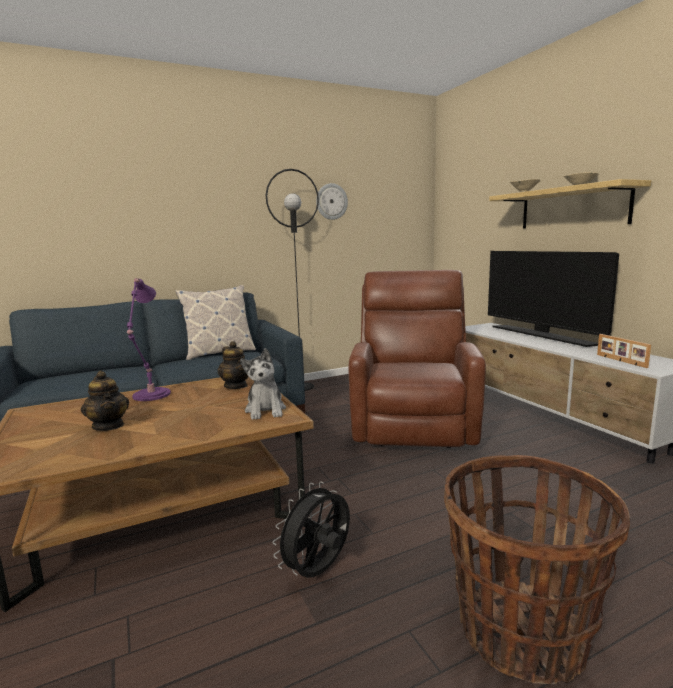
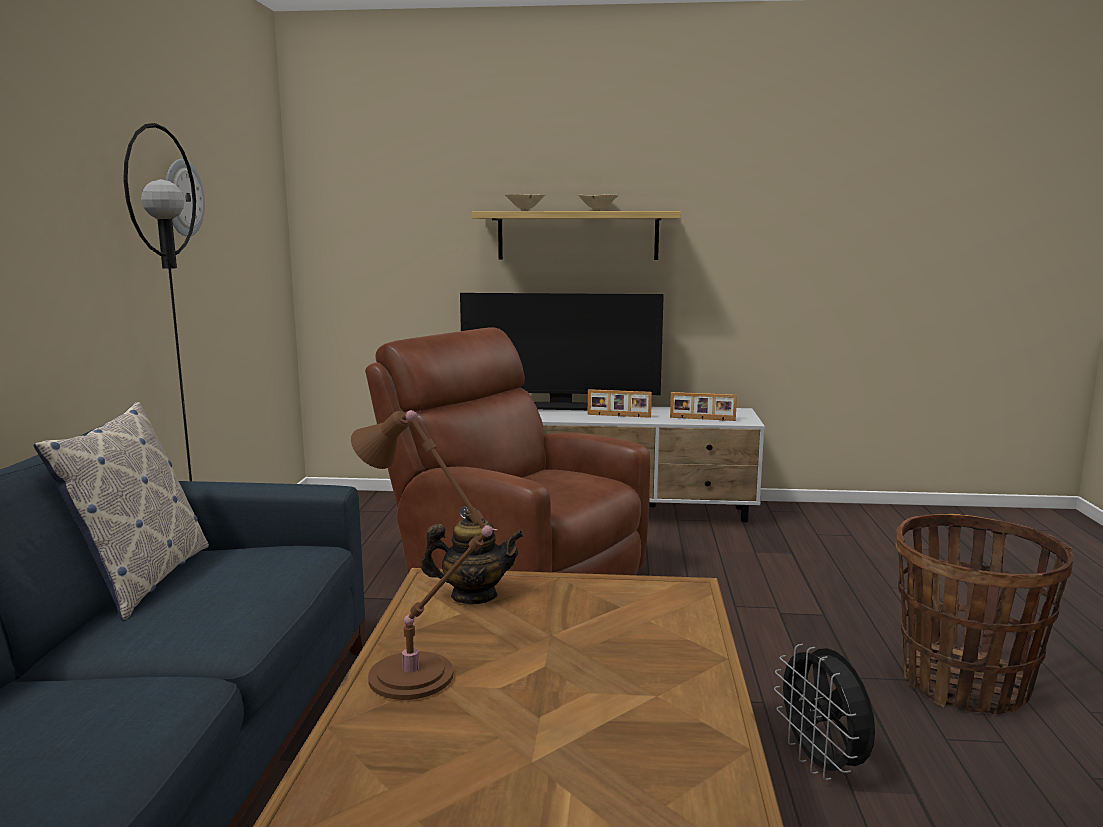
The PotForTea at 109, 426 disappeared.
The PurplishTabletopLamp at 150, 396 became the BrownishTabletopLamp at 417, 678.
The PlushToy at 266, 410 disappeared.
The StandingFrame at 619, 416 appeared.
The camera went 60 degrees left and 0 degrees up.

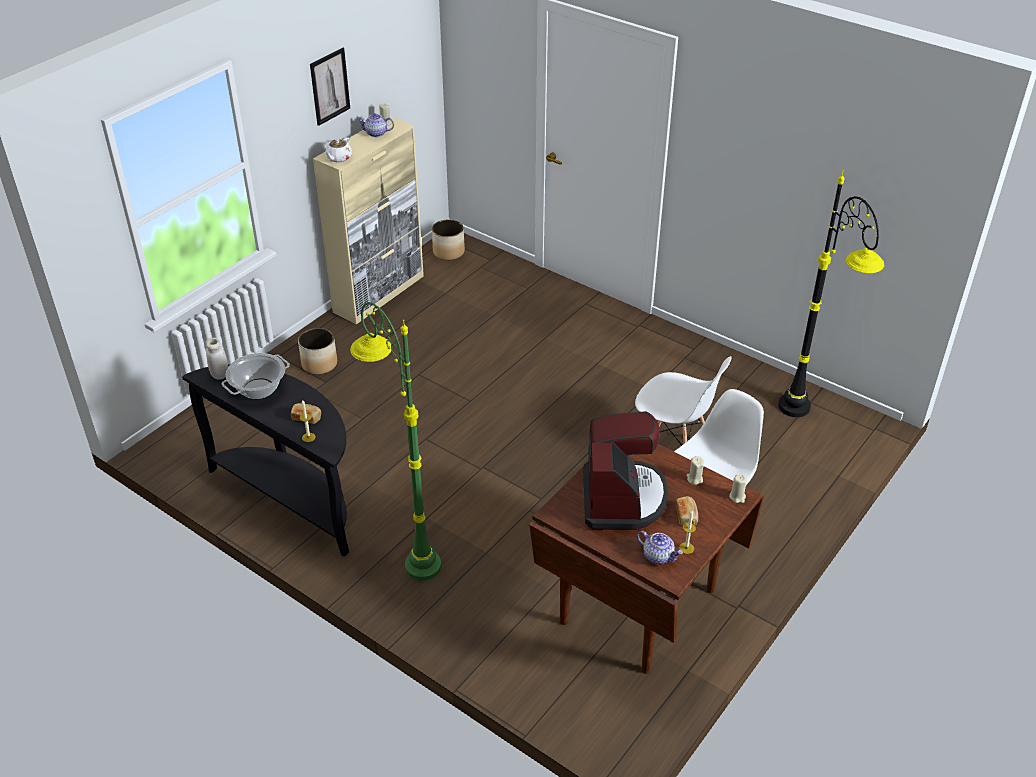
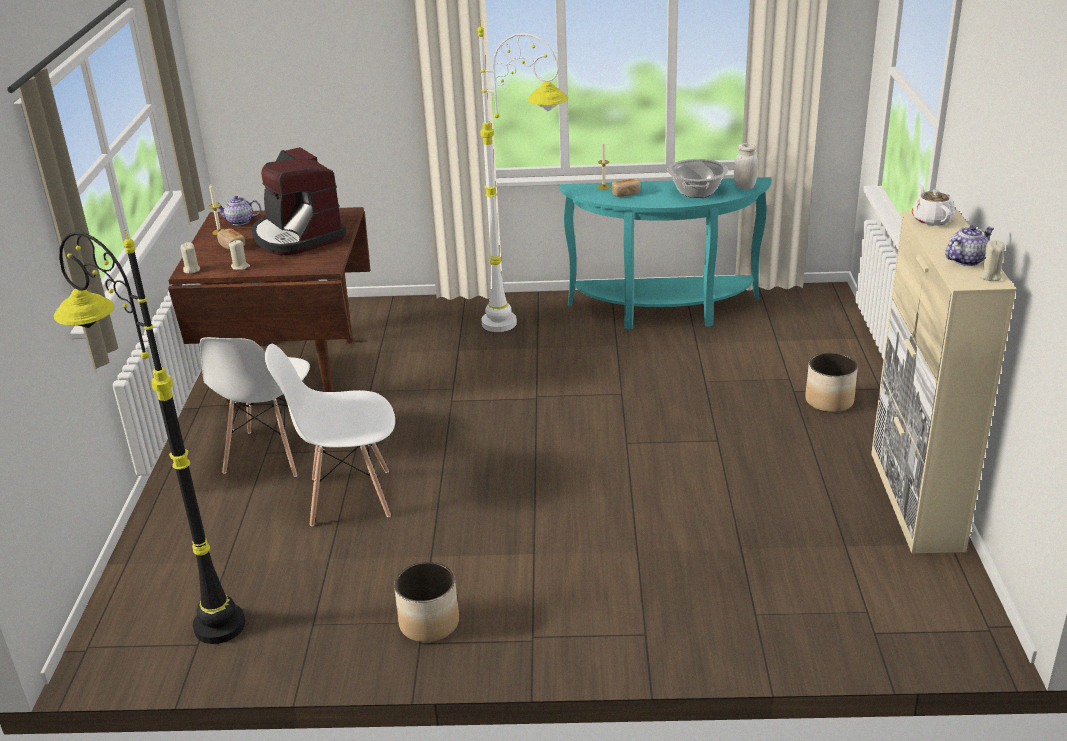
The BlackNarrowTable at 293, 498 became the TurquoiseColouredNarrowTable at 664, 313.
The WallArt at 330, 86 disappeared.
The GreenishFloorLamp at 406, 547 became the WhitishFloorLamp at 528, 326.
The FlowerPot moved from 449, 252 to 428, 623.
The camera went 145 degrees right and 10 degrees down.

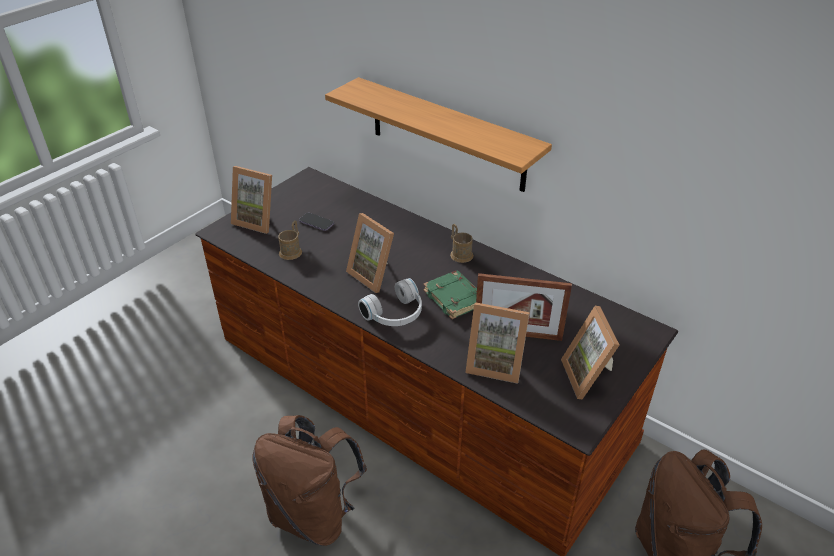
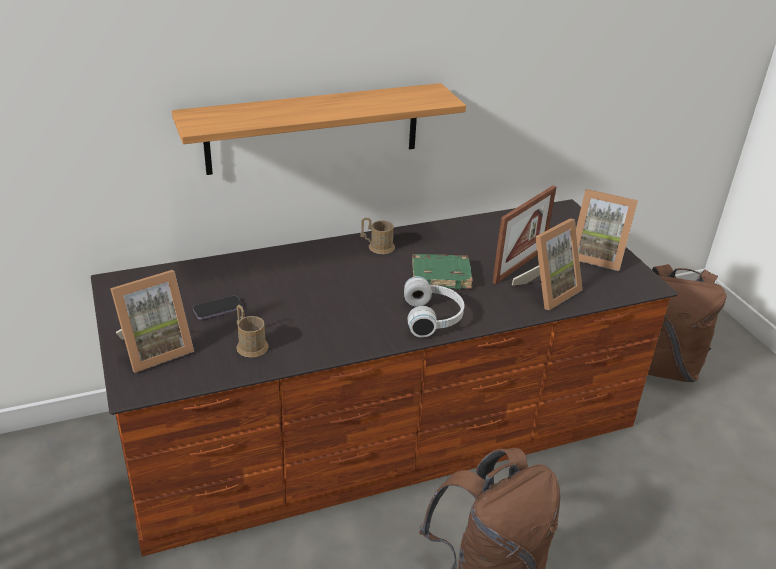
The StandingFrame at 375, 274 disappeared.
The camera went 60 degrees left and 5 degrees down.

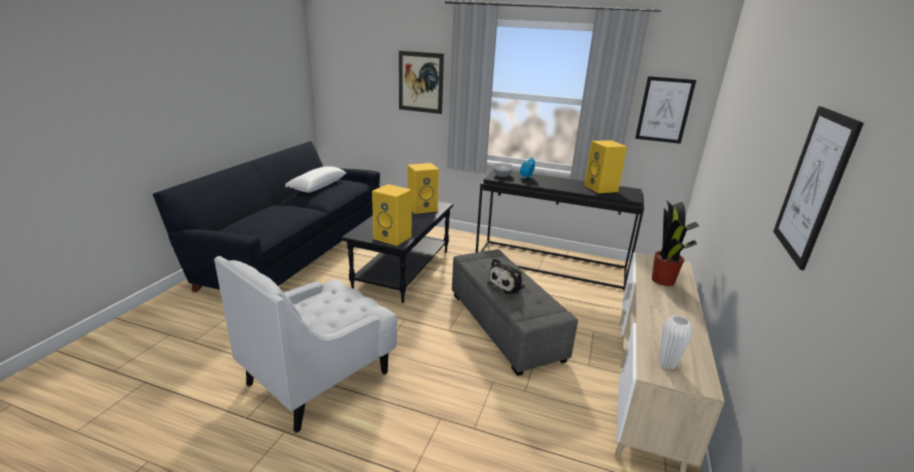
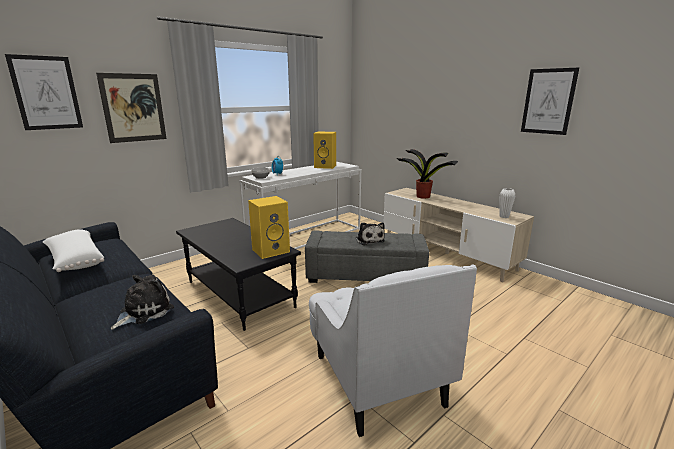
The YellowishAudioSpeaker at 422, 208 disappeared.
The BlackNarrowTable at 551, 264 became the WhitishNarrowTable at 306, 237.
The WallArt moved from 664, 110 to 46, 93.
The PlushToy at 143, 311 appeared.
The camera went 60 degrees left and 5 degrees down.

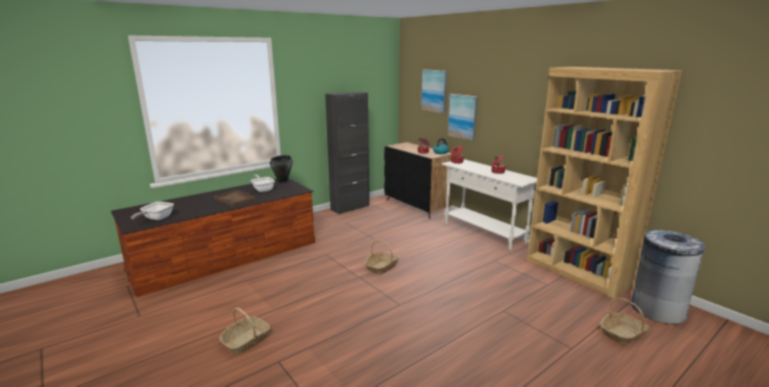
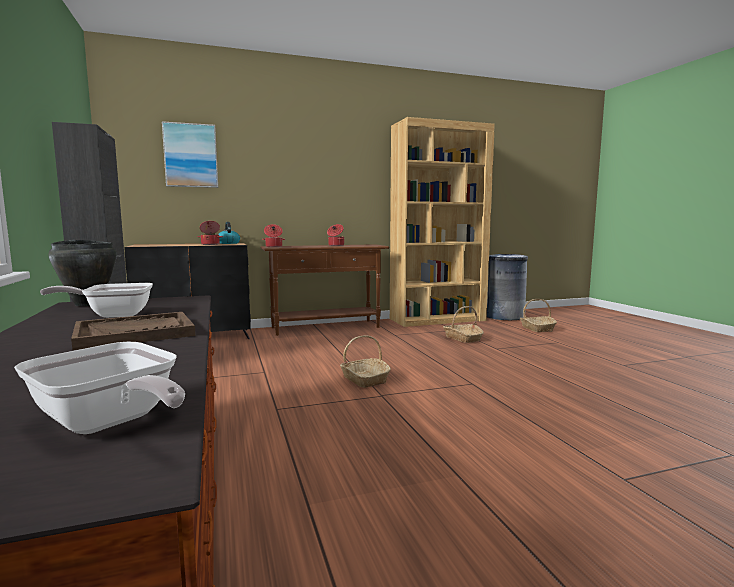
The StorageBasket moved from 246, 341 to 463, 338.
The WhitishNarrowTable at 484, 233 became the BrownishNarrowTable at 326, 327.
The WallArt at 463, 116 disappeared.
The camera went 70 degrees left and 10 degrees down.

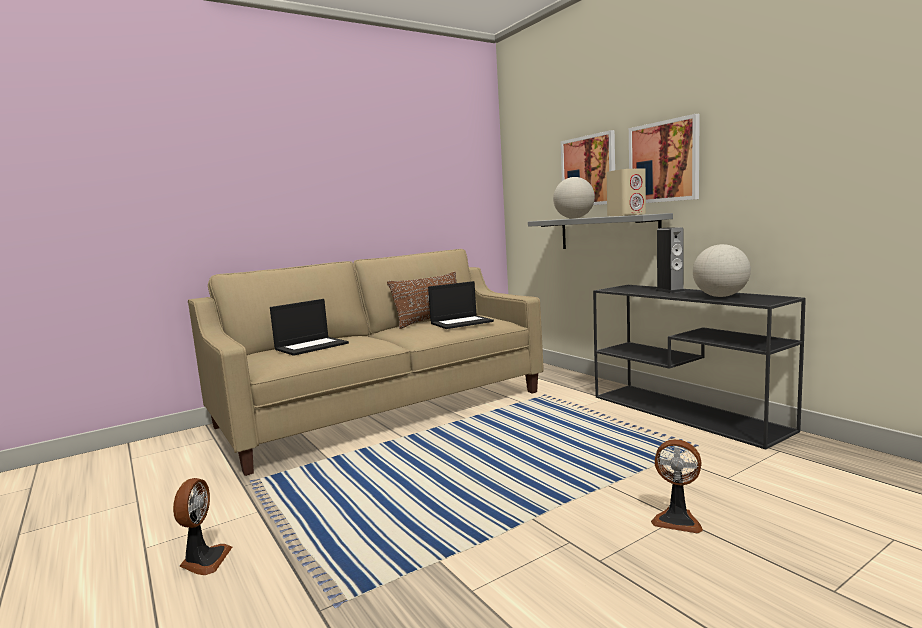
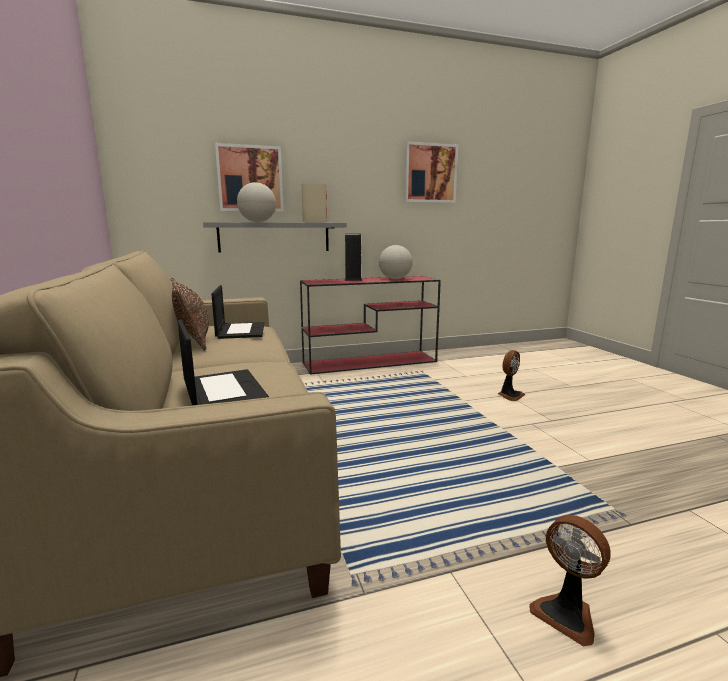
The Fan at 204, 560 turned 150 degrees counterclockwise.
The BlackNarrowTable at 688, 413 became the RedNarrowTable at 371, 362.
The WallArt moved from 664, 162 to 430, 173.
The camera went 75 degrees left and 5 degrees up.

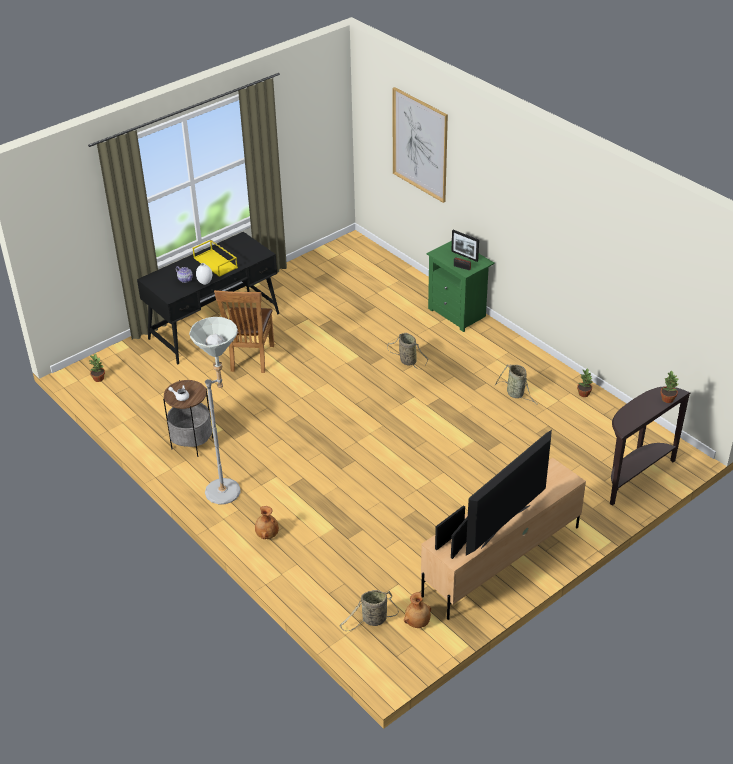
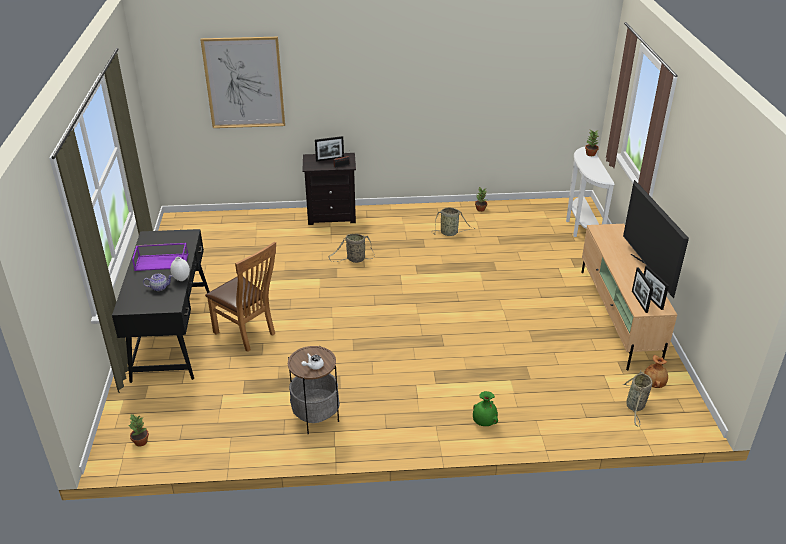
The GreyishFloorLamp at 230, 489 disappeared.
The YellowishTray at 216, 263 became the PurplishTray at 162, 262.
The BrownishFlowerVase at 266, 534 became the GreenishFlowerVase at 484, 422.
The GreenishBedsideTable at 458, 313 became the BlackBedsideTable at 332, 215.
The BrownishNarrowTable at 634, 476 became the WhitishNarrowTable at 581, 228.
The camera went 55 degrees left and 5 degrees down.

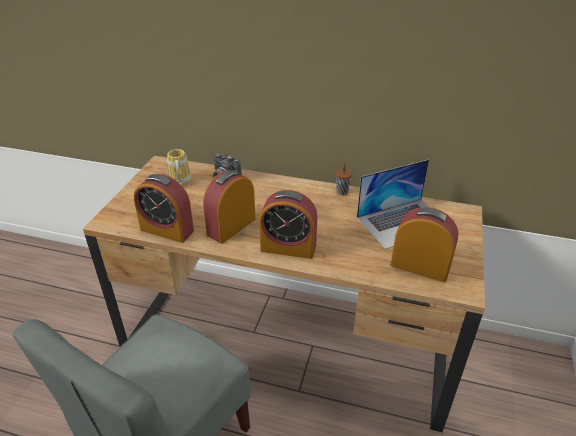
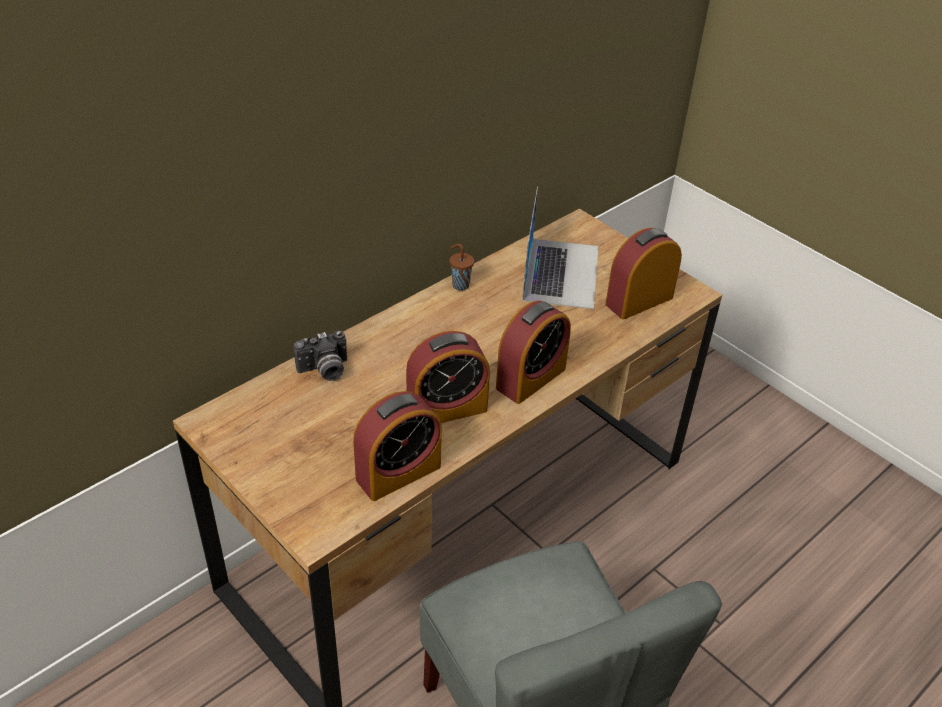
The TeaMug at 179, 182 disappeared.
The AlarmClock at 231, 227 turned 90 degrees counterclockwise.
The camera went 60 degrees left and 5 degrees up.

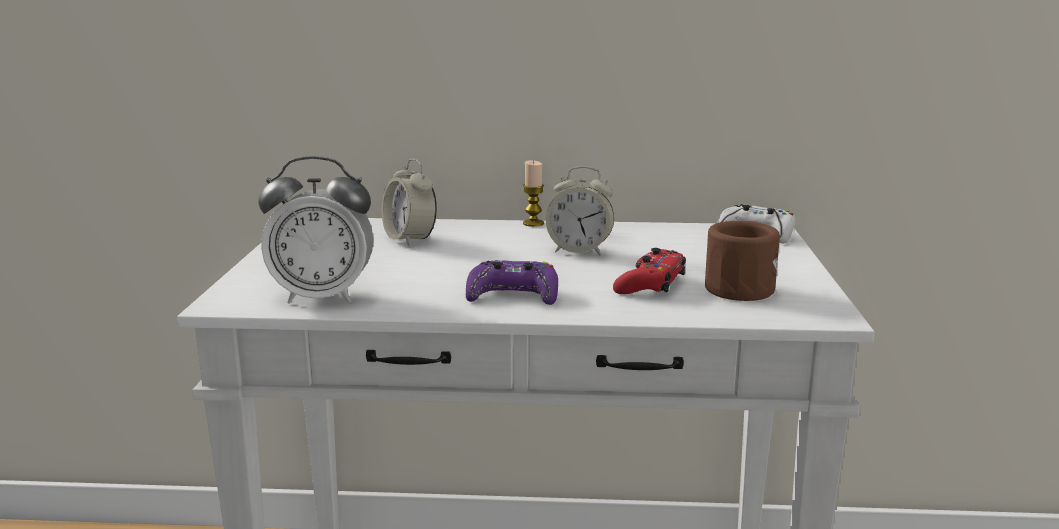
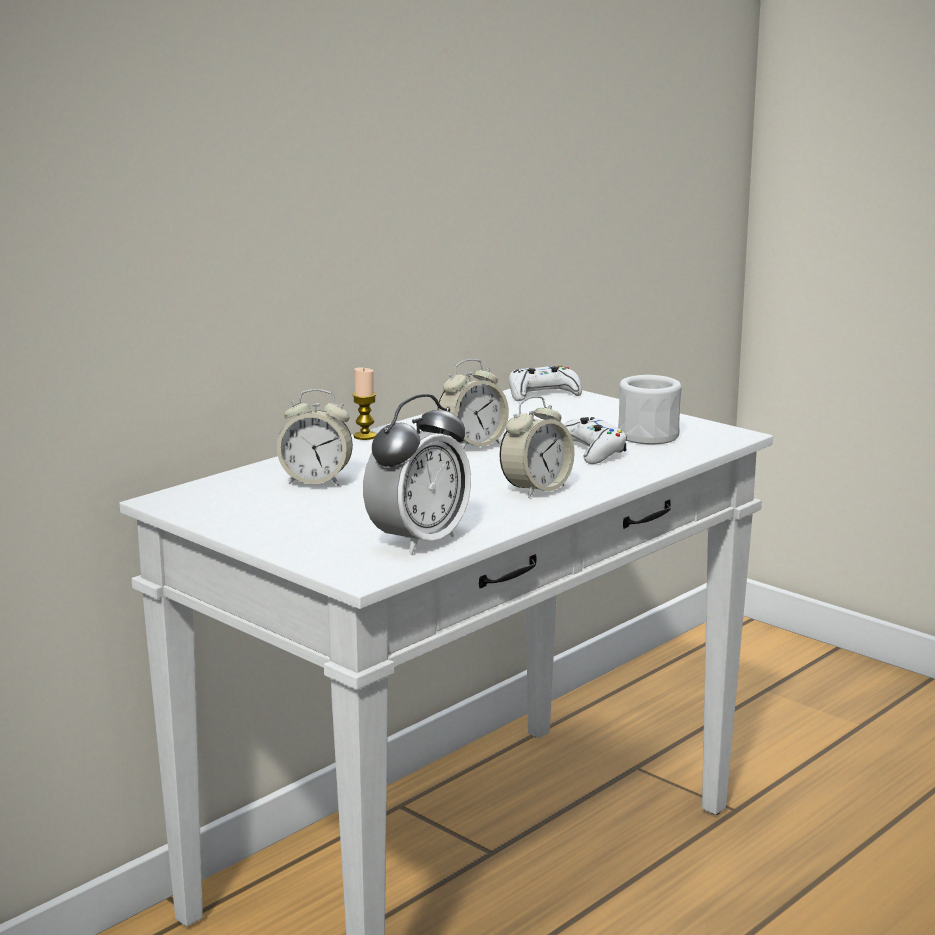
The PurplishGamepad at 513, 295 was replaced by the AlarmClock at 536, 489.
The RedGamepad at 650, 284 became the WhitishGamepad at 590, 451.
The BrownishTeaMug at 740, 287 became the WhitishTeaMug at 643, 434.
The camera went 50 degrees left and 0 degrees up.

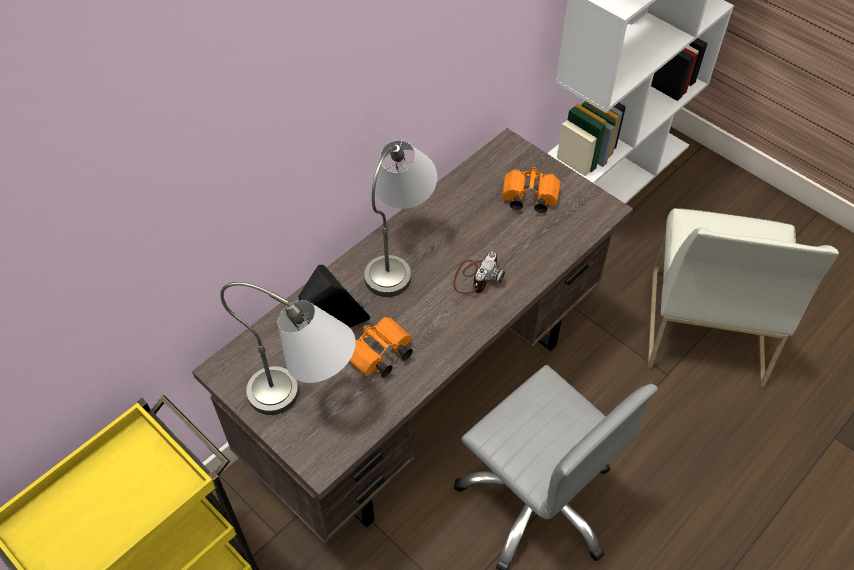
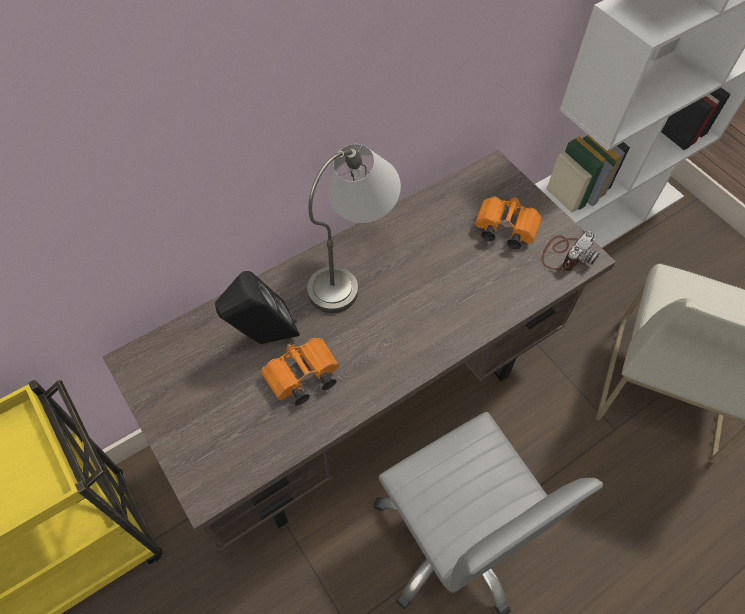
The GreyishTabletopLamp at 306, 400 disappeared.
The PhotoCamera moved from 476, 277 to 566, 254.
The camera went 10 degrees right and 5 degrees up.

